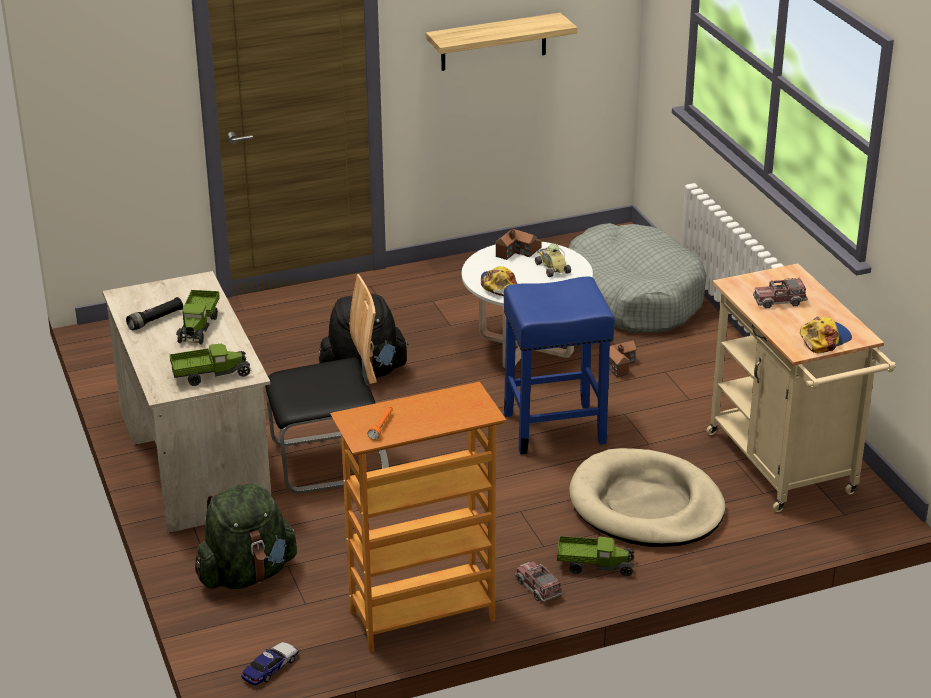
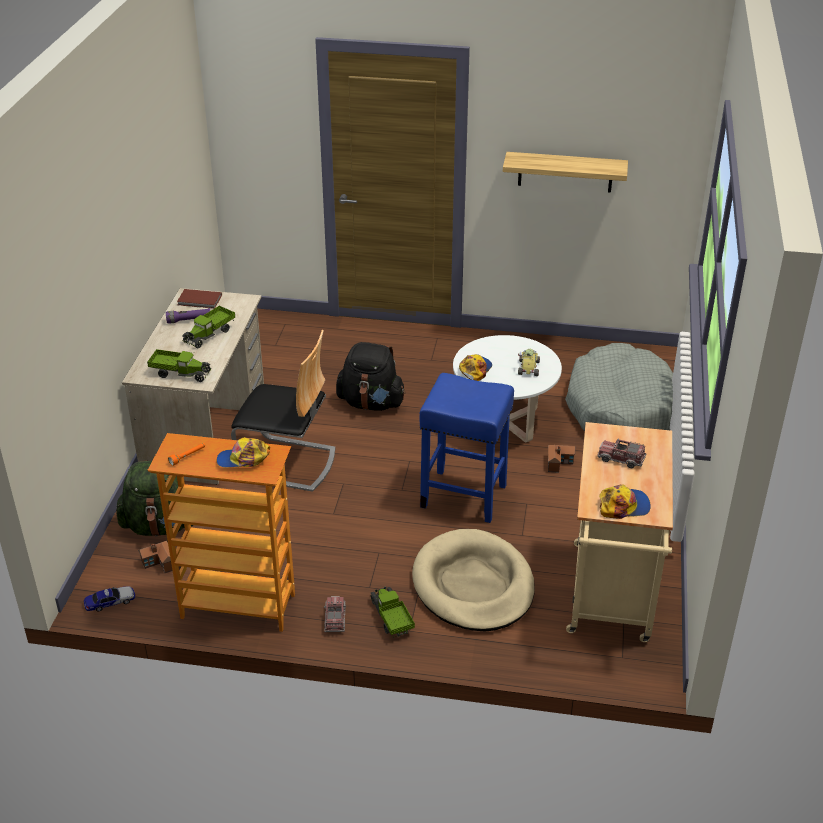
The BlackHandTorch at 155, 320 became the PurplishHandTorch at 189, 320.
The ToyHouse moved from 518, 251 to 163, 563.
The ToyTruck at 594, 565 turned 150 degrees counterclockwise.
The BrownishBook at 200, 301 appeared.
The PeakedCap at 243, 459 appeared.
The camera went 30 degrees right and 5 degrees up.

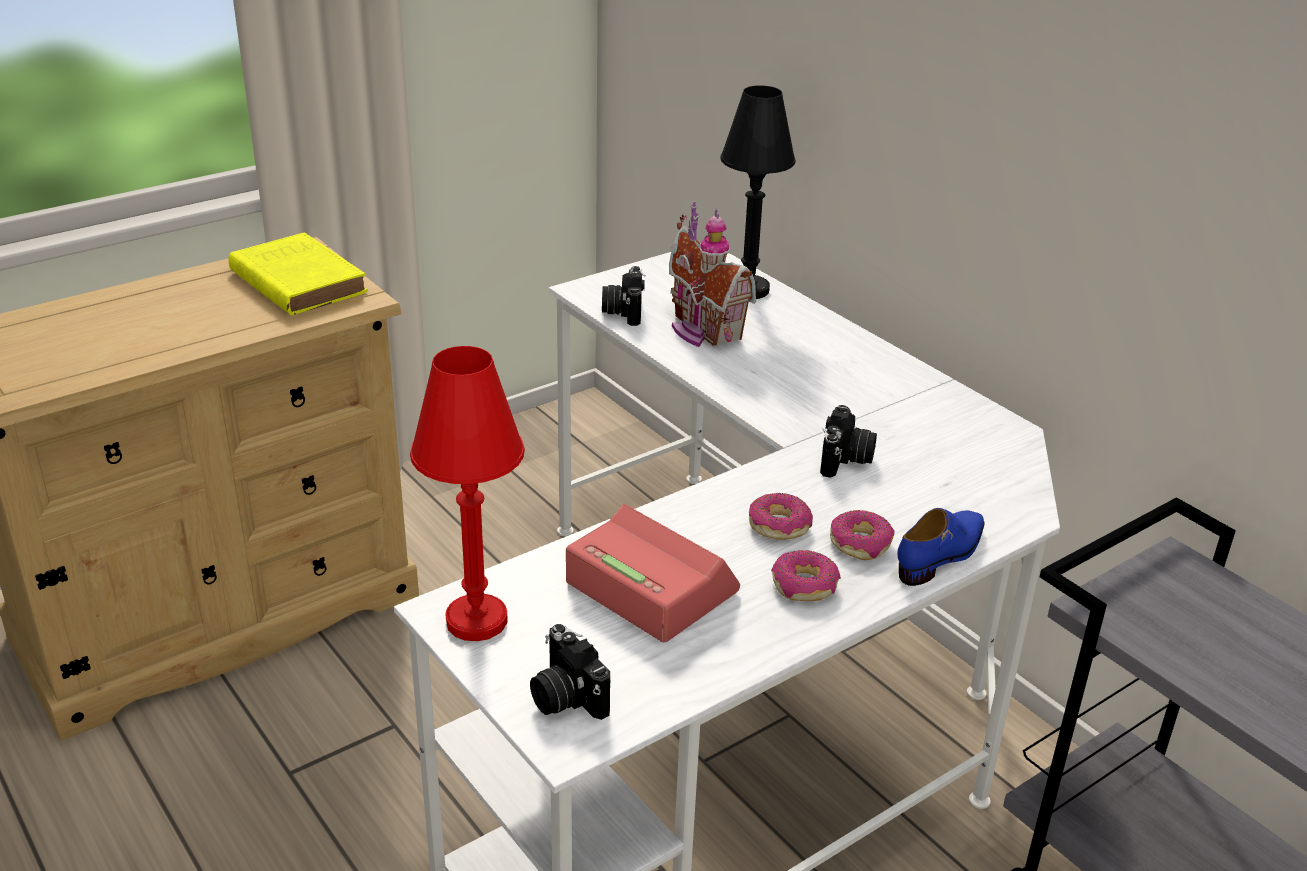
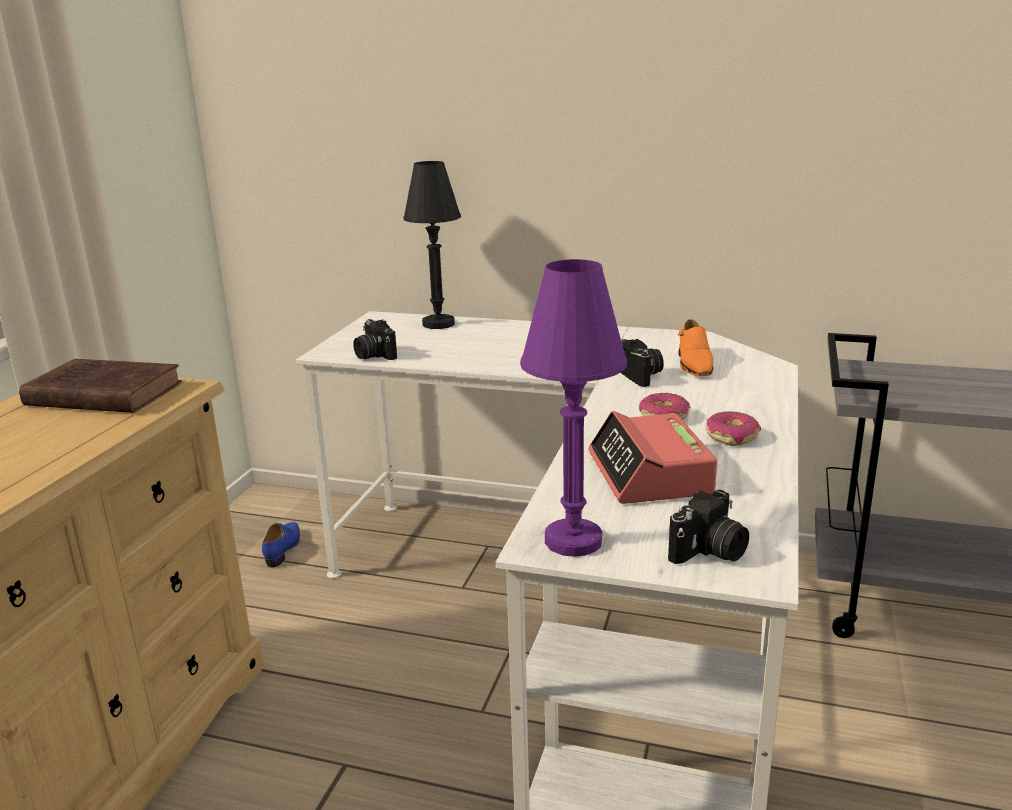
The YellowishBook at 296, 281 became the BrownishBook at 101, 394.
The RedTabletopLamp at 476, 621 became the PurplishTabletopLamp at 573, 541.
The PhotoCamera at 565, 697 turned 60 degrees counterclockwise.
The AlarmClock at 650, 587 turned 105 degrees counterclockwise.
The ToyHouse at 702, 330 disappeared.
The RingDoughnut at 860, 543 disappeared.
The BlueLowShoe moved from 941, 555 to 284, 548.
The OrangeyLowShoe at 694, 364 appeared.
The camera went 35 degrees left and 10 degrees down.

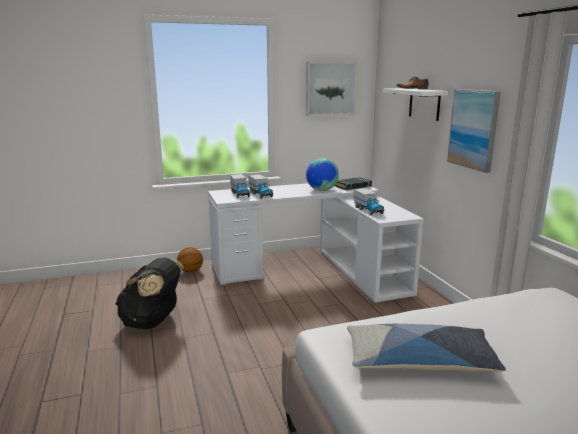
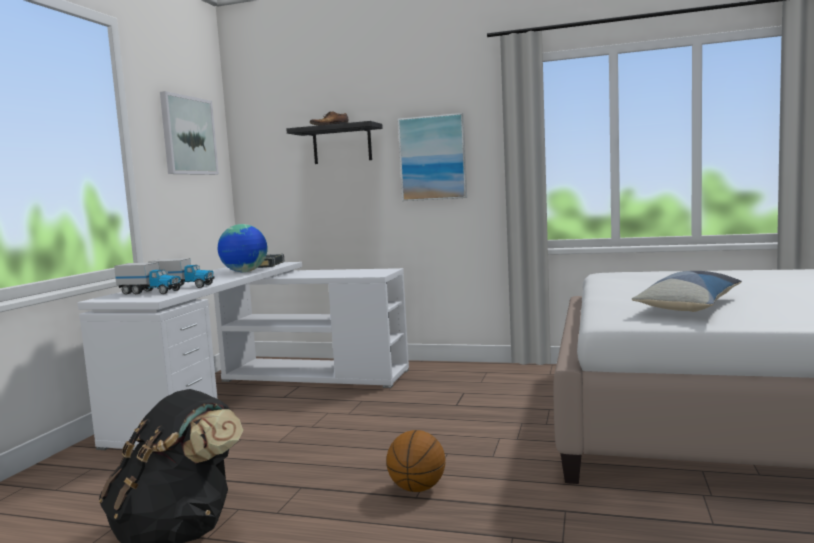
The Basketball moved from 190, 271 to 417, 488.
The ToyTruck at 368, 210 disappeared.
The WhitishShelf at 424, 104 became the BlackShelf at 342, 144.
The camera went 55 degrees left and 10 degrees down.

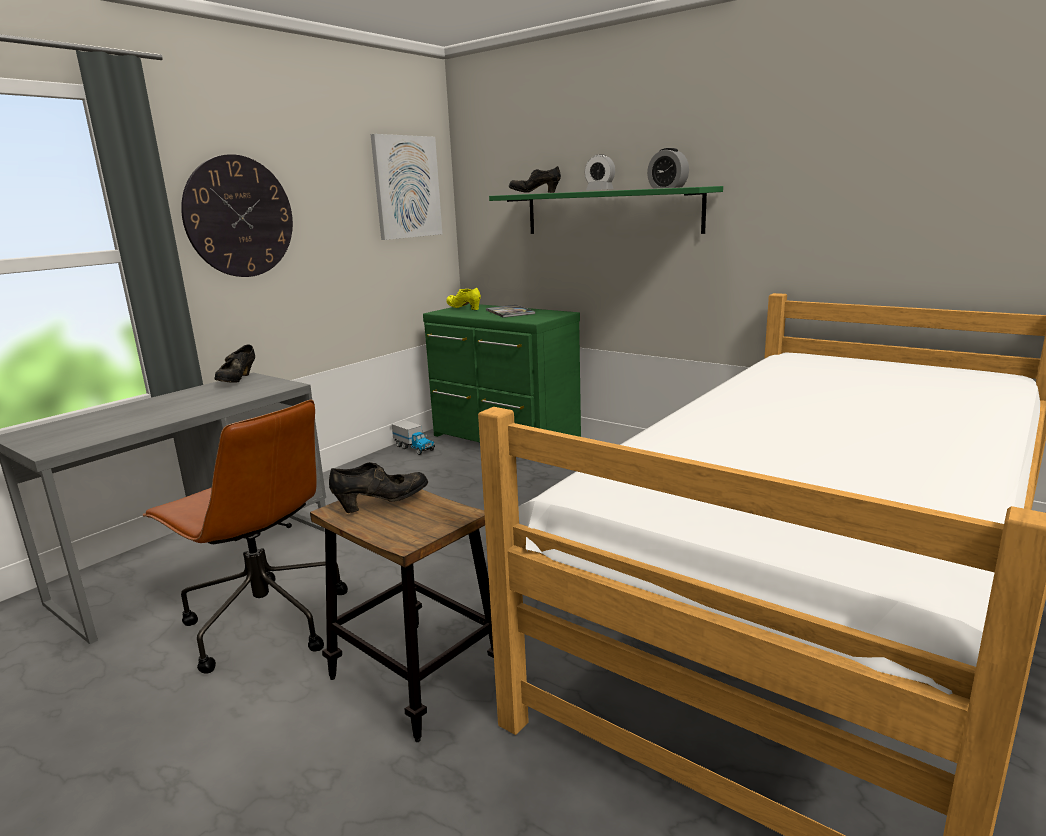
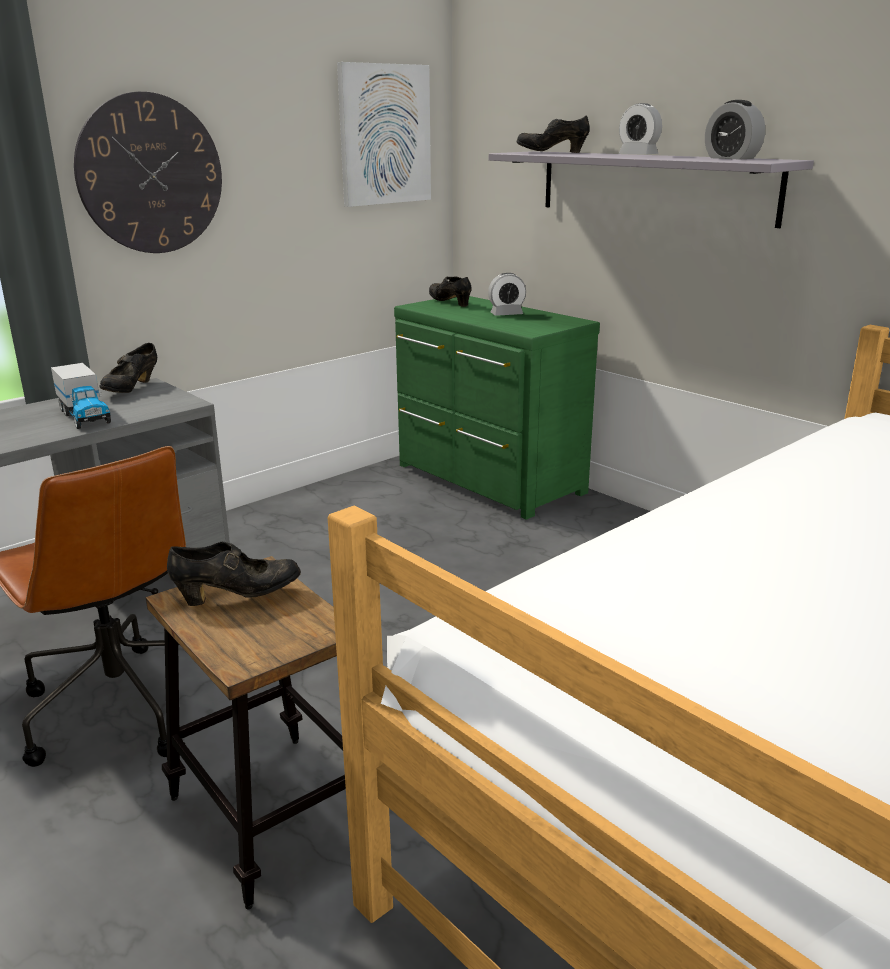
The ToyTruck moved from 414, 448 to 85, 416.
The YellowishLowShoe at 464, 308 became the BlackLowShoe at 450, 303.
The Book at 510, 312 was replaced by the AlarmClock at 506, 314.
The GreenishShelf at 611, 212 became the GreyishShelf at 653, 186.
The camera went 10 degrees right and 5 degrees up.

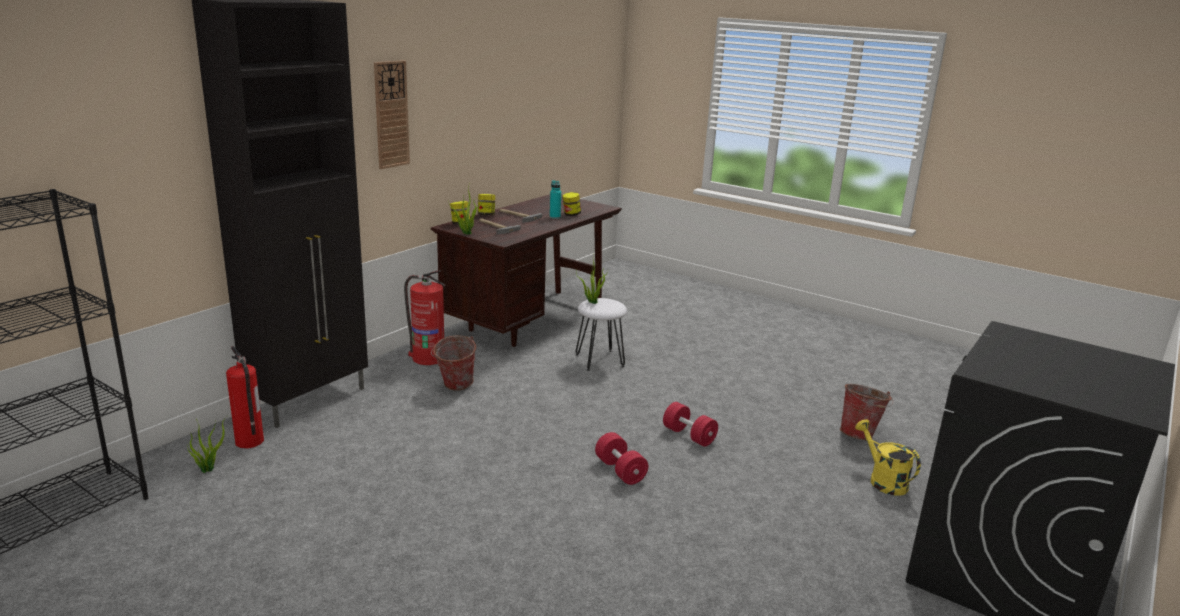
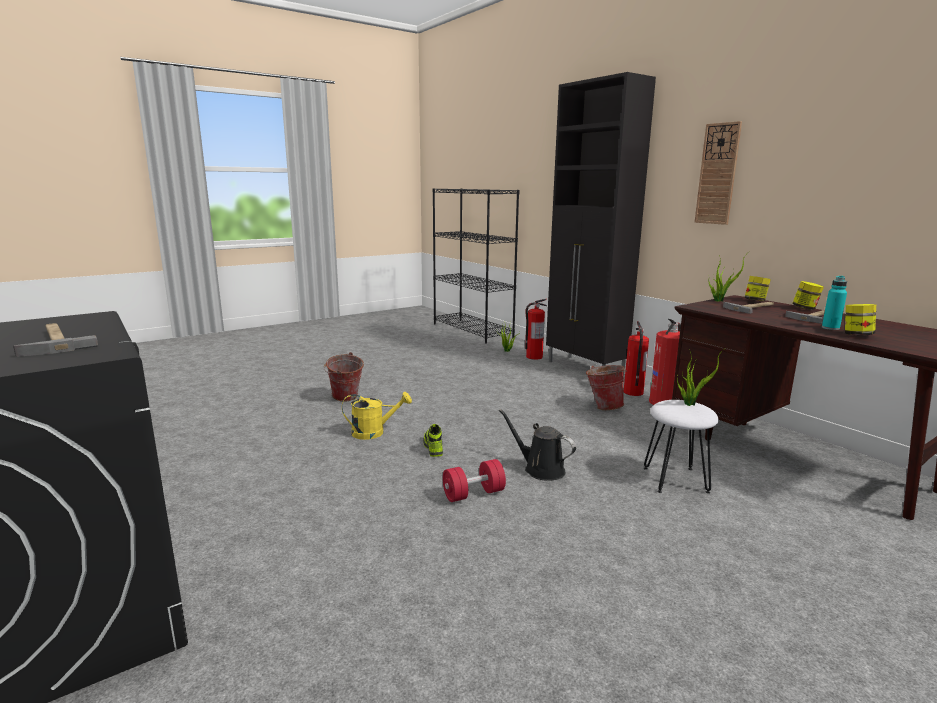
The RedFreeWeight at 620, 471 was replaced by the LowShoe at 433, 448.
The Bucket moved from 860, 434 to 345, 399.
The YellowishSprinklingCan moved from 883, 480 to 374, 432.
The ToolHammer at 54, 341 appeared.
The BlackSprinklingCan at 540, 469 appeared.
The FireExtinguisher at 633, 392 appeared.
The camera went 110 degrees right and 5 degrees down.

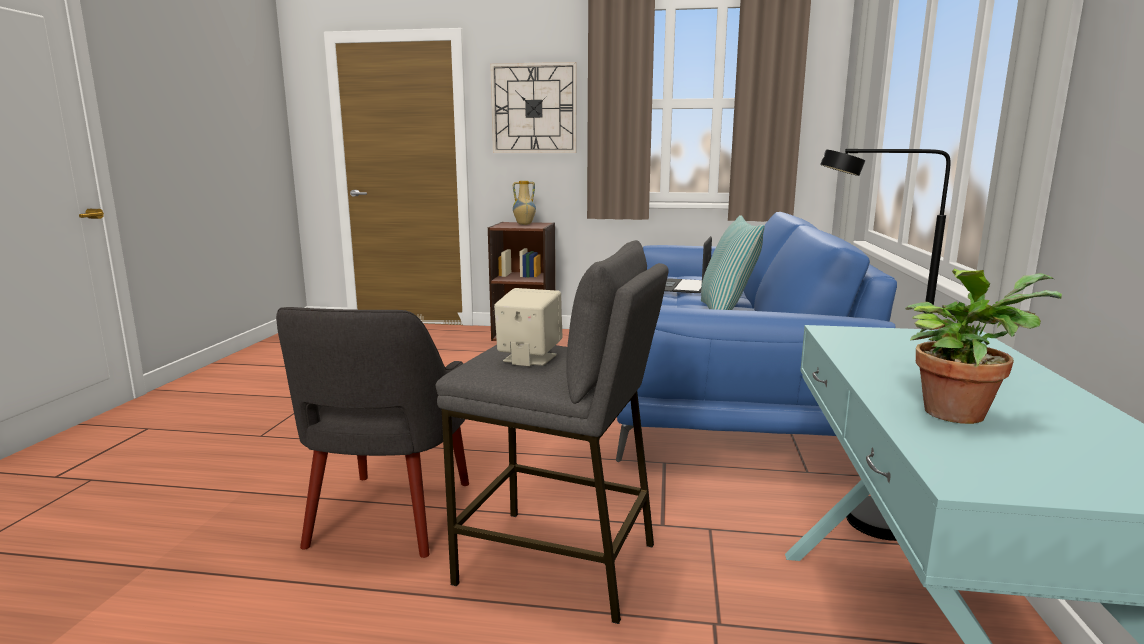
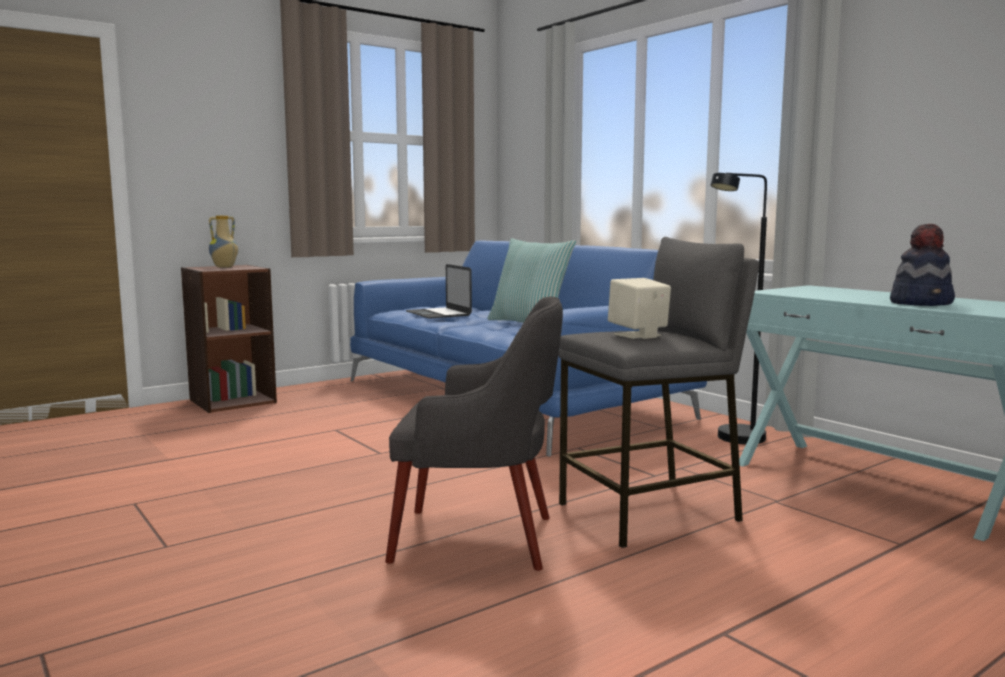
The GreyishLoungeChair at 389, 515 turned 45 degrees counterclockwise.
The HangingClock at 534, 108 disappeared.
The PottedPlant at 957, 411 was replaced by the ClothingHat at 922, 303.
The camera went 45 degrees left and 5 degrees down.

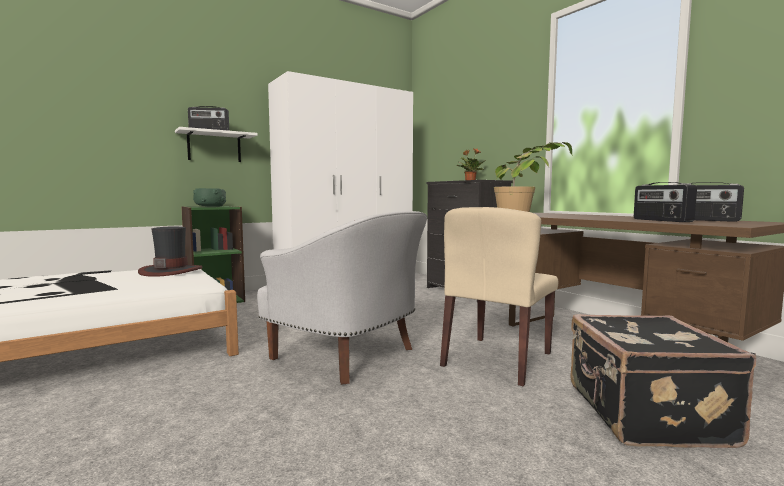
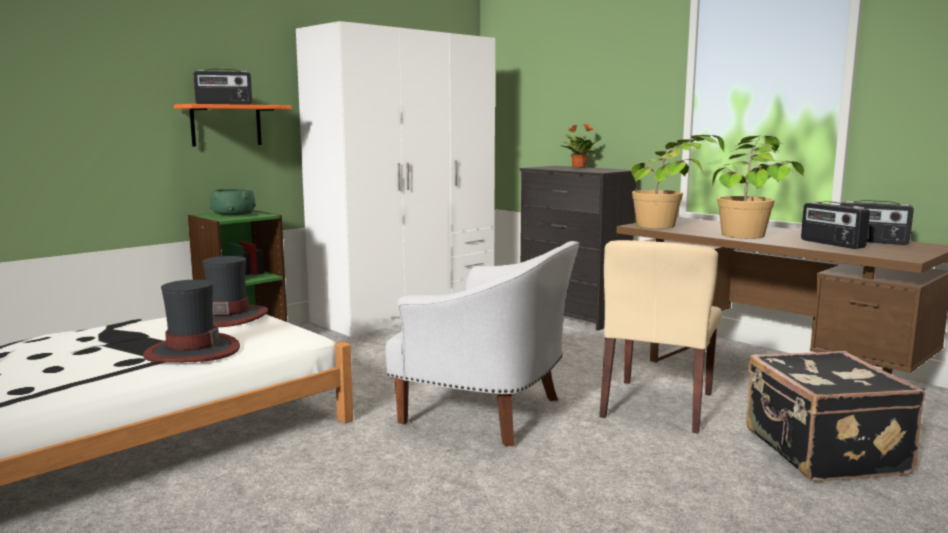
The WhitishShelf at 214, 147 became the OrangeyShelf at 226, 125.
The ClothingHat at 192, 351 appeared.
The PottedPlant at 750, 233 appeared.
The camera went 10 degrees left and 5 degrees up.

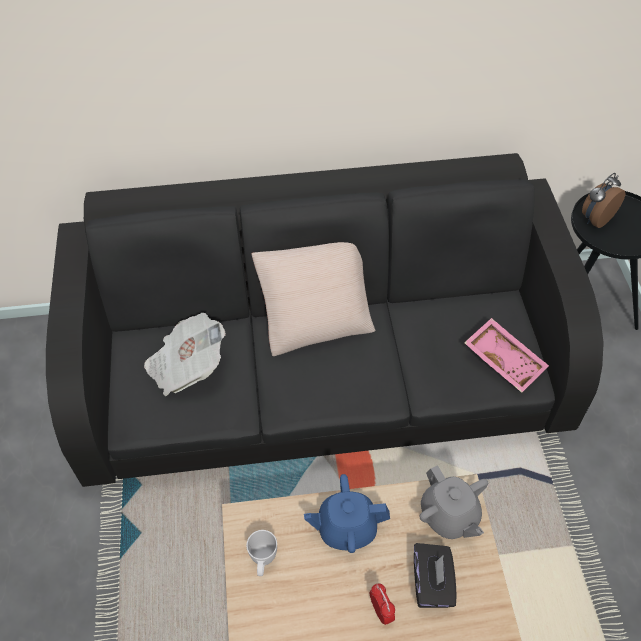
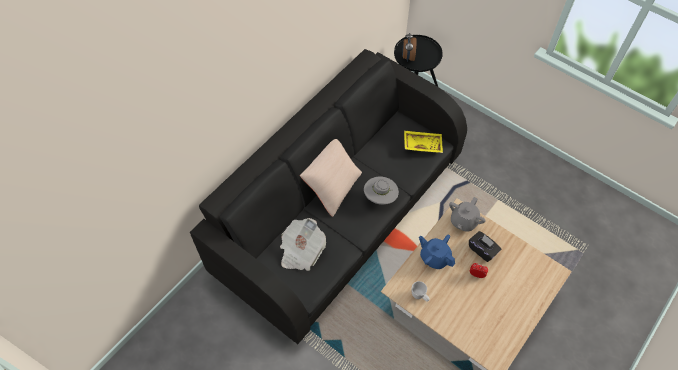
The BluePotForTea at 346, 527 turned 90 degrees clockwise.
The GreyishPotForTea at 449, 516 turned 105 degrees clockwise.
The PinkColouredTray at 505, 359 became the YellowishTray at 422, 144.
The GreyishClothingHat at 380, 197 appeared.
The camera went 45 degrees left and 5 degrees up.

